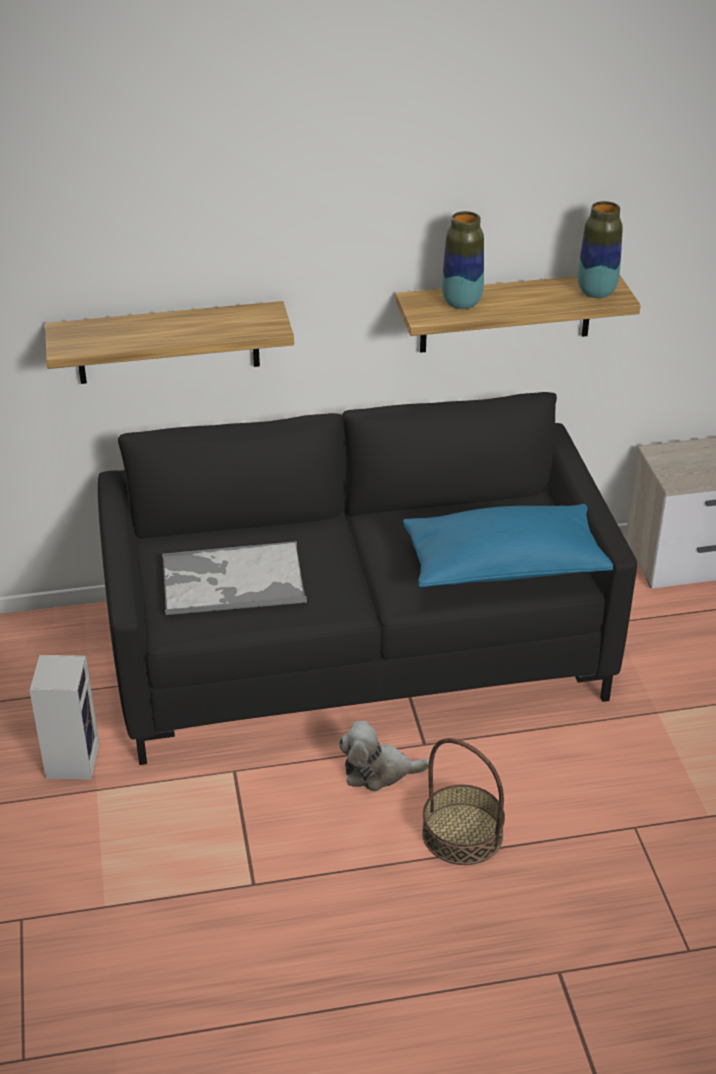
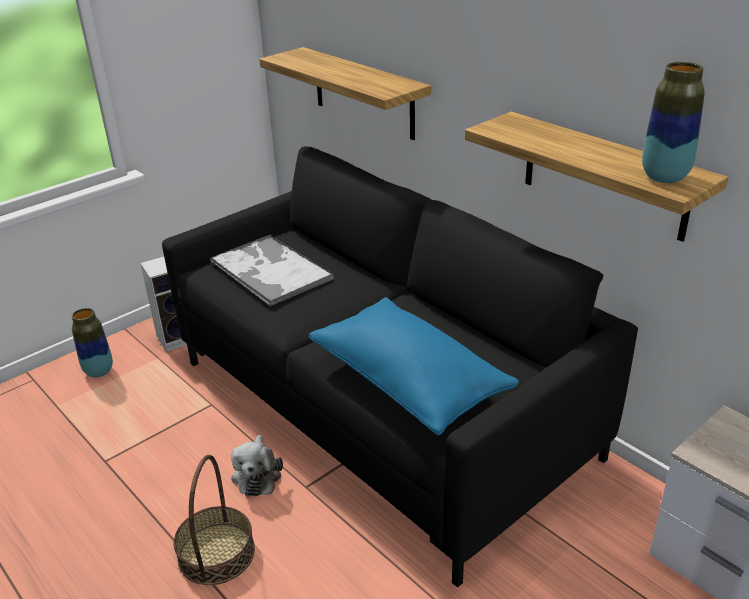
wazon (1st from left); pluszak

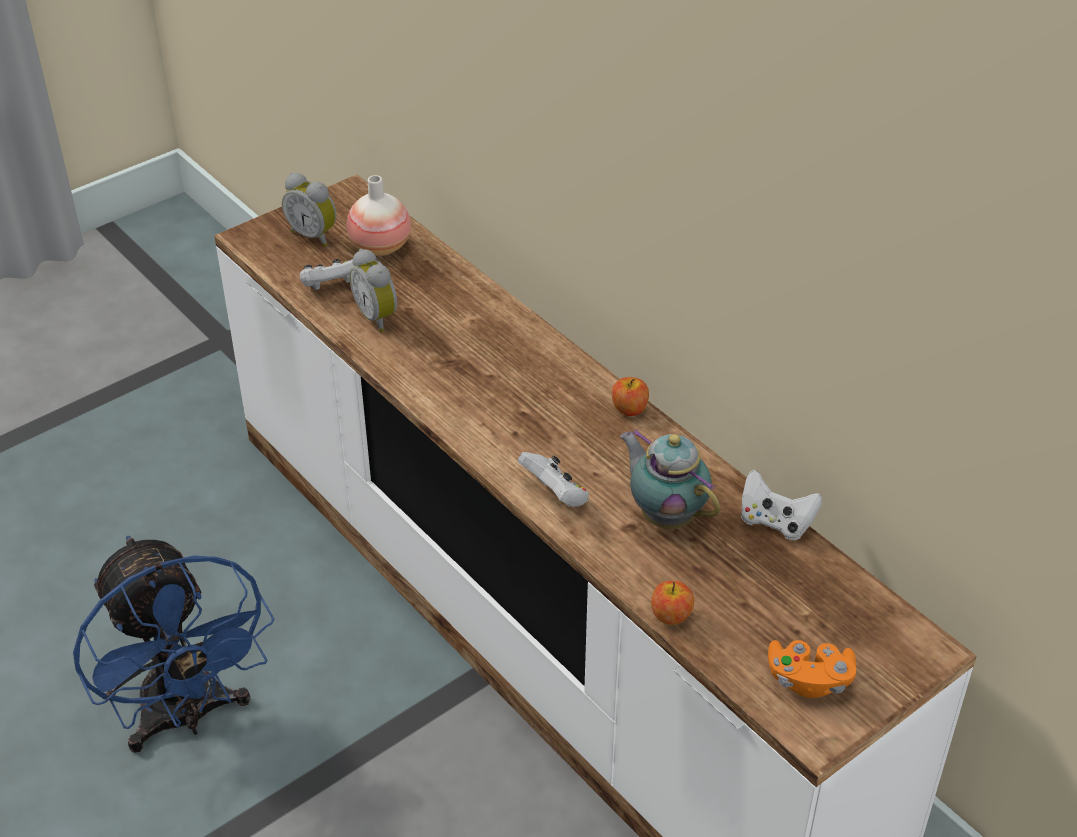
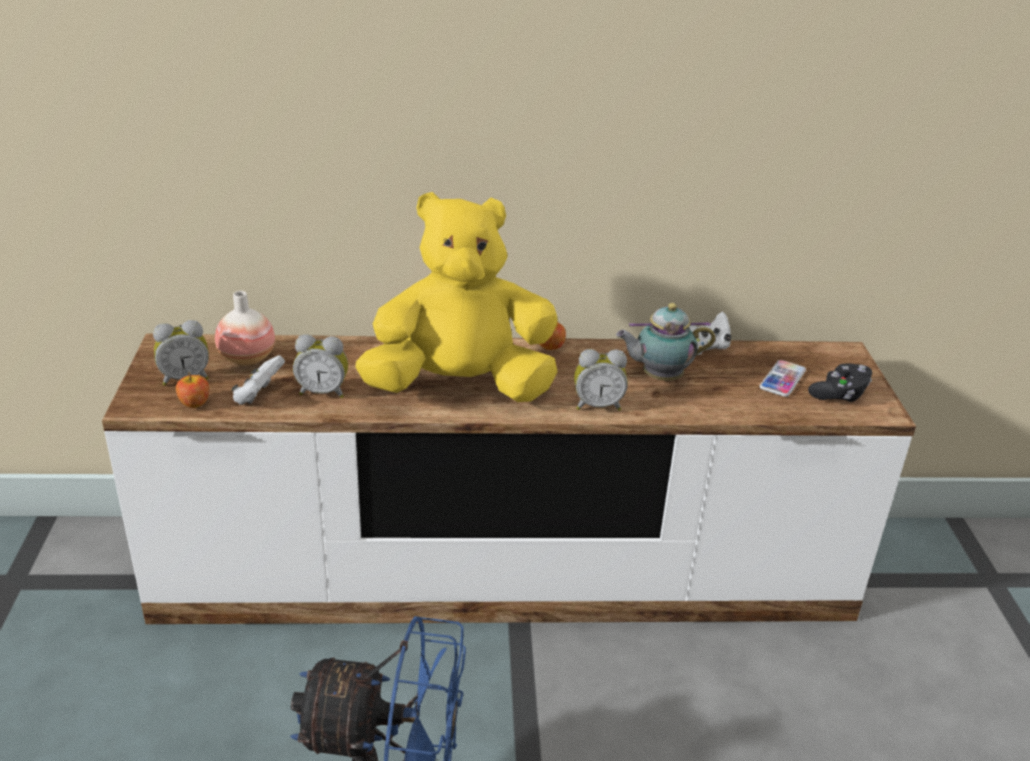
pluszak (żółty); telefon; jabłko (1st from left); budzik (3rd from left); pad do gier (czarny)

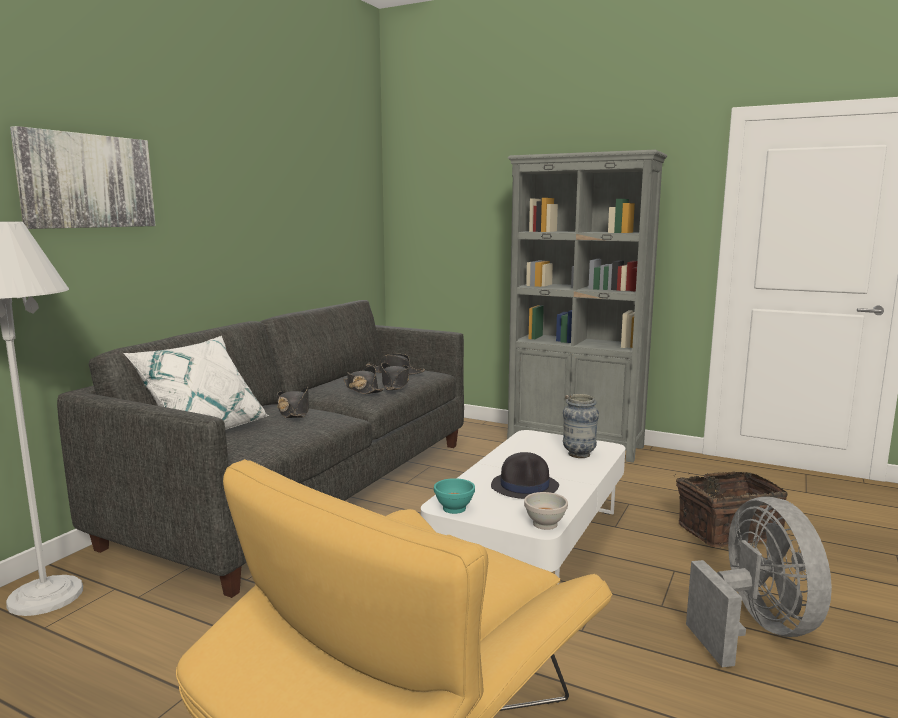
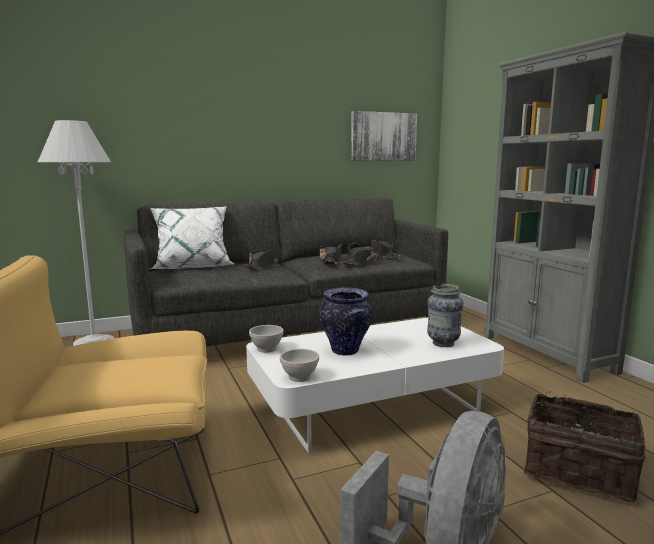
obraz; wazon (1st from left); miska (biały) (1st from left)

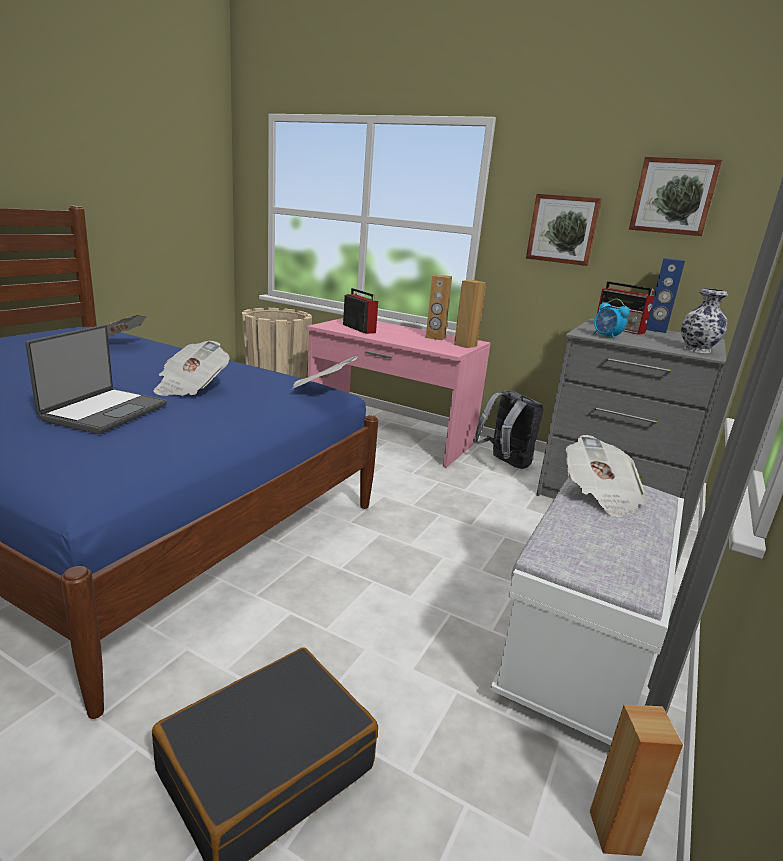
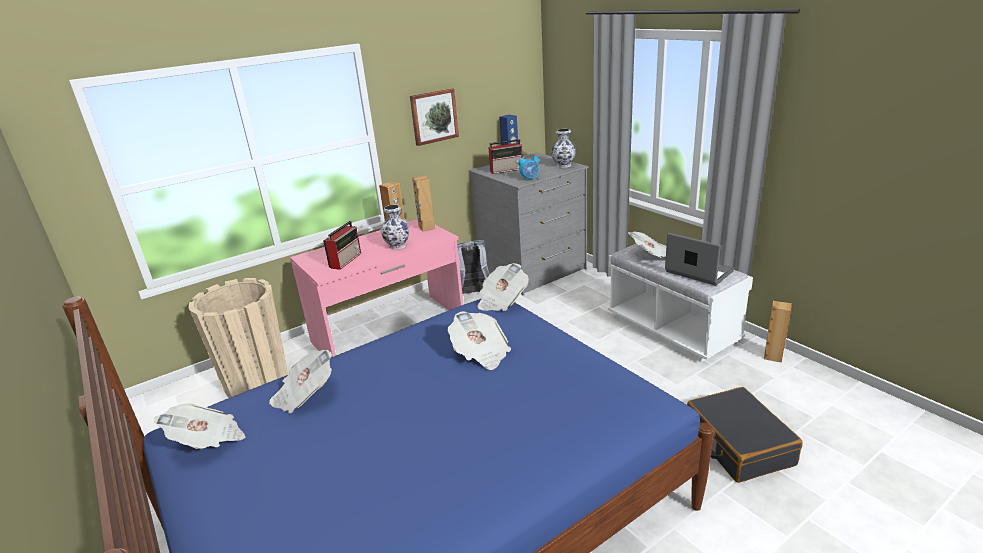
obraz (2nd from left in the first image); gazeta (1st from left); wazon (1st from left); laptop; radio (1st from left)

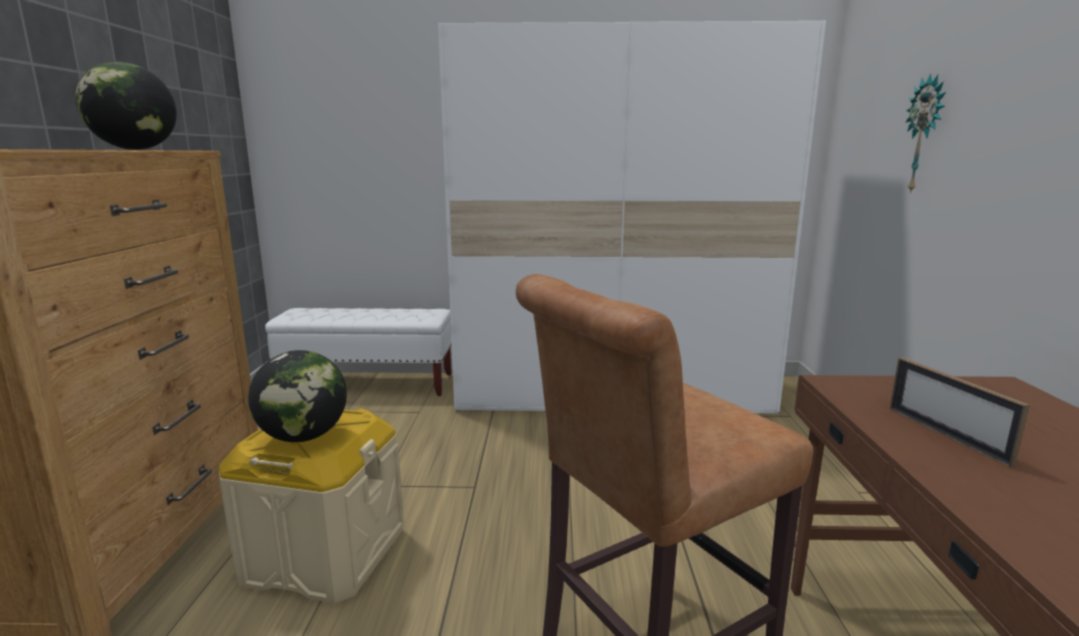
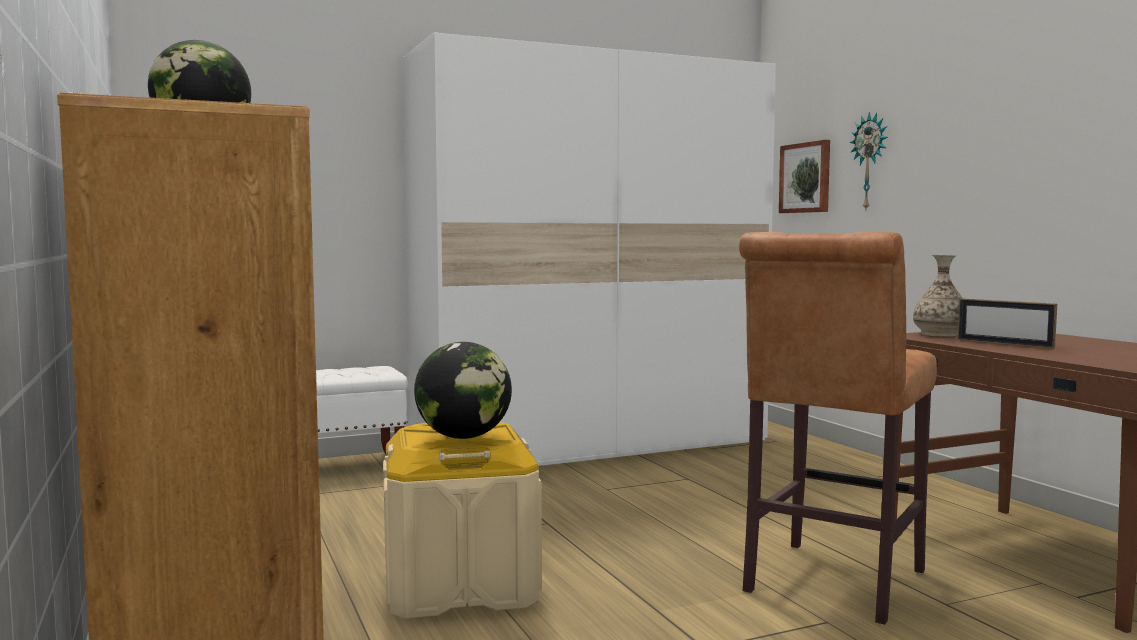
obraz; wazon

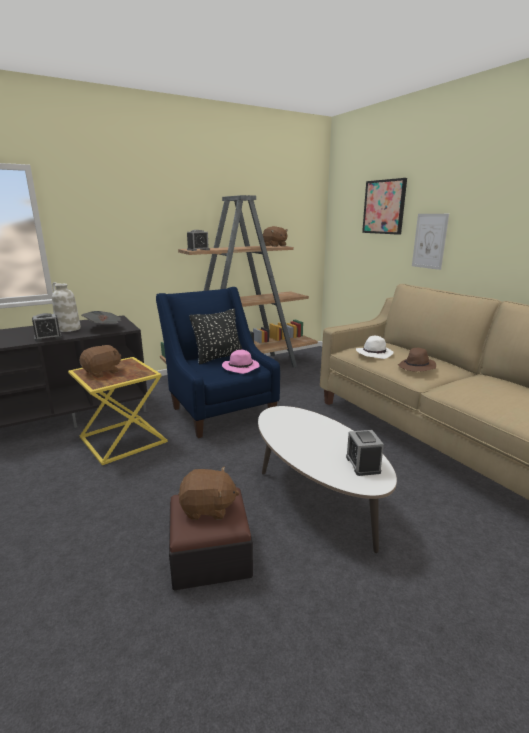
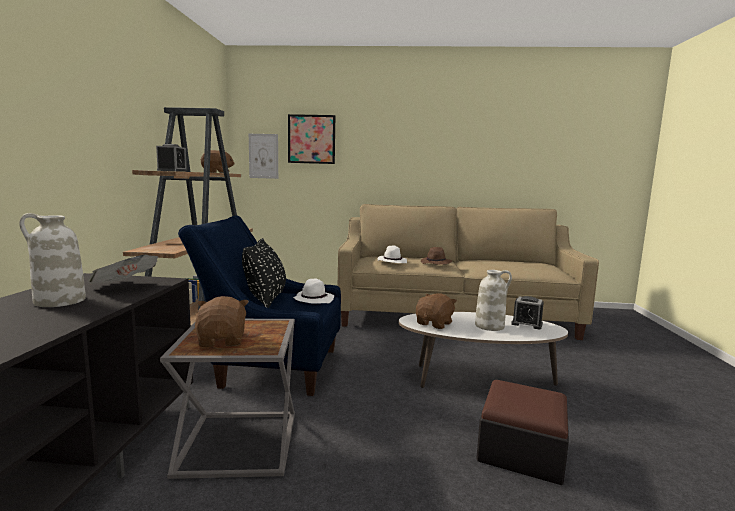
budzik (1st from left in the first image); wazon (biały) (2nd from left); pluszak (brązowy) (3rd from left); obraz (1st from left); stolik (szary); kapelusz (biały) (1st from left)

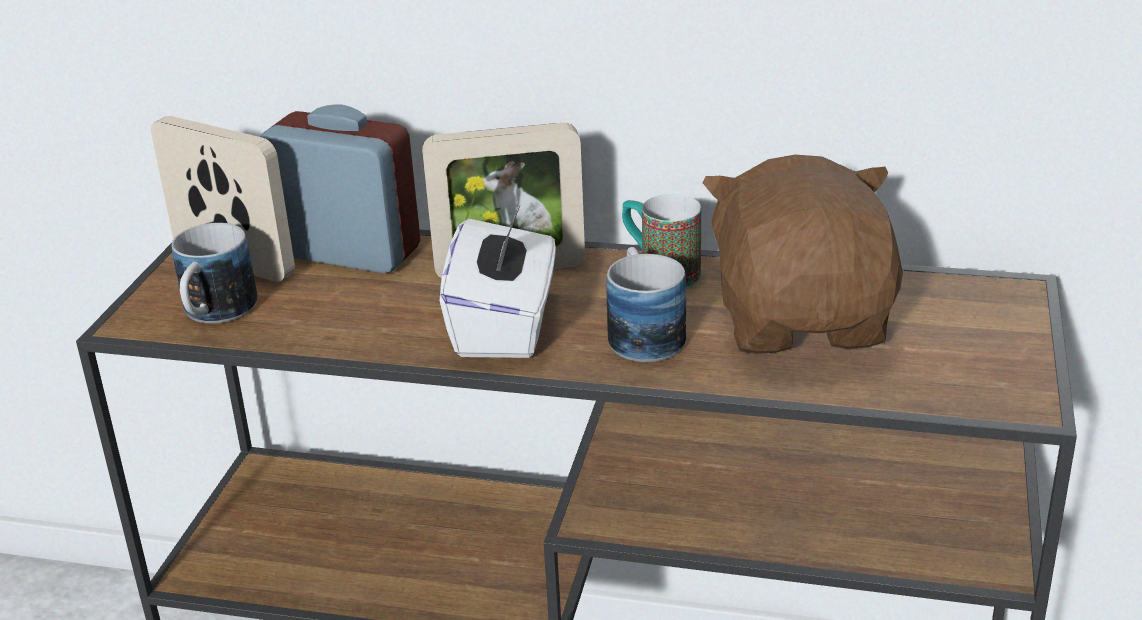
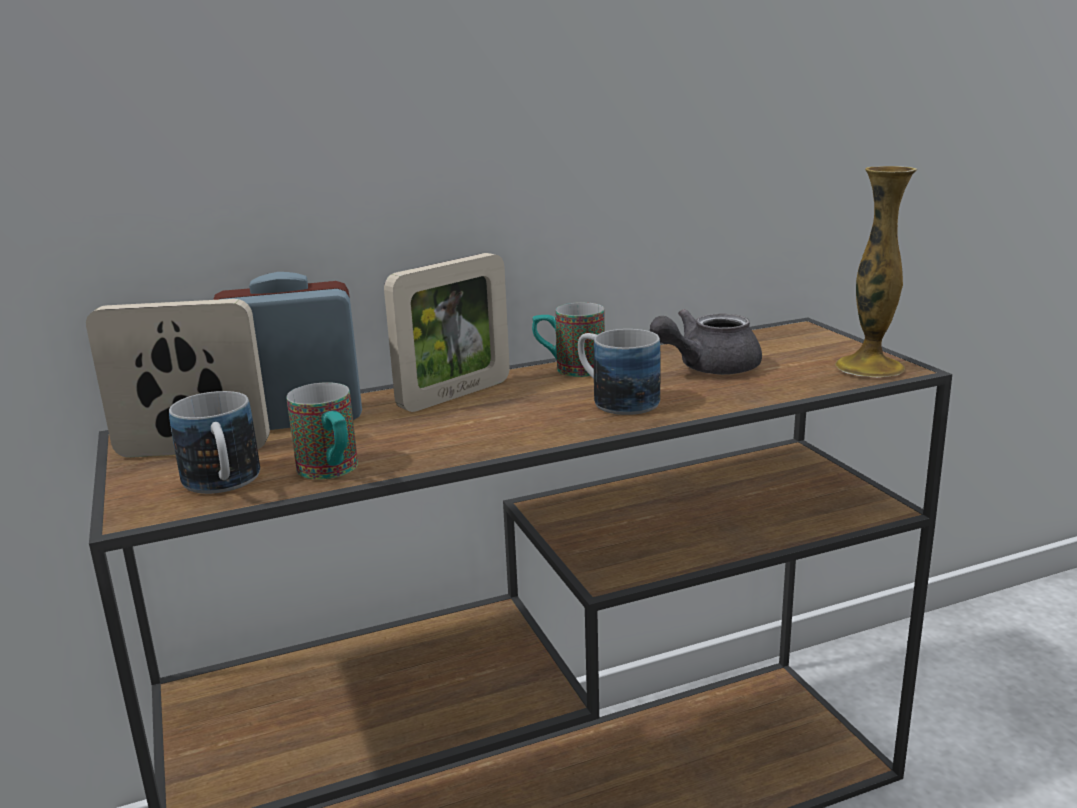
pudełko chusteczek (biały); kubek (2nd from left); wazon; imbryk (szary)

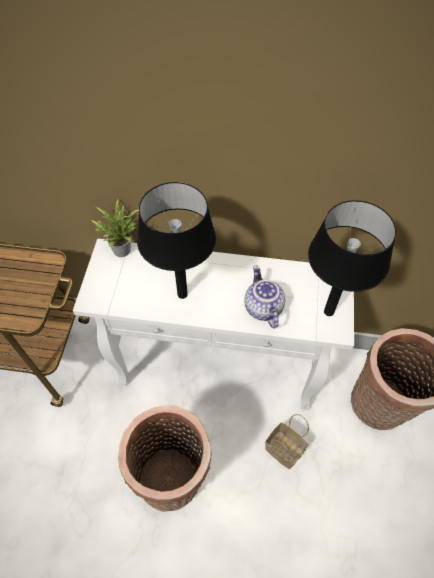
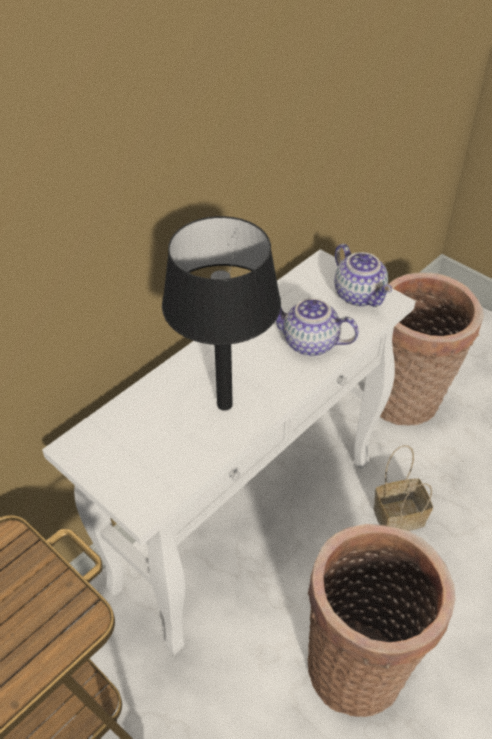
roślina doniczkowa; imbryk (2nd from left)

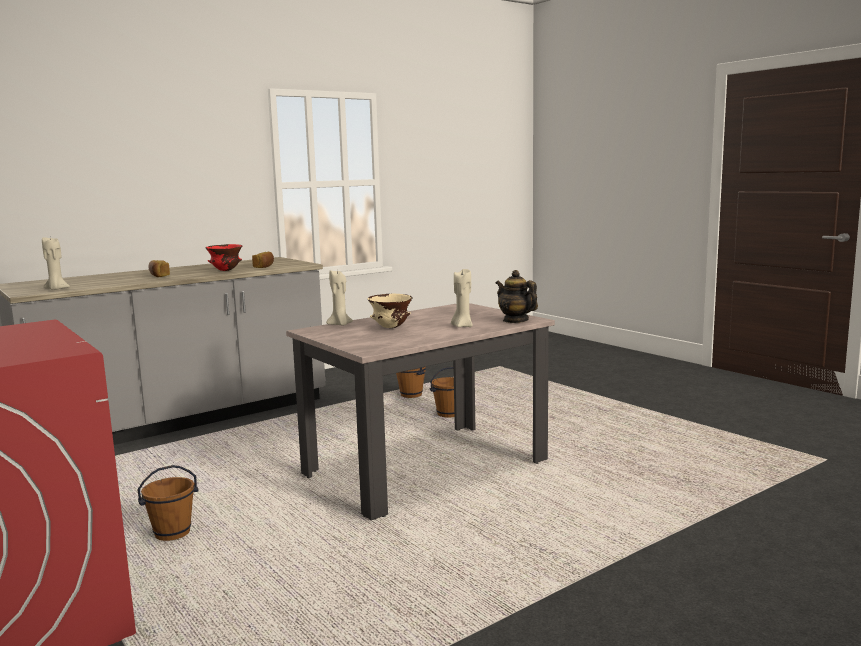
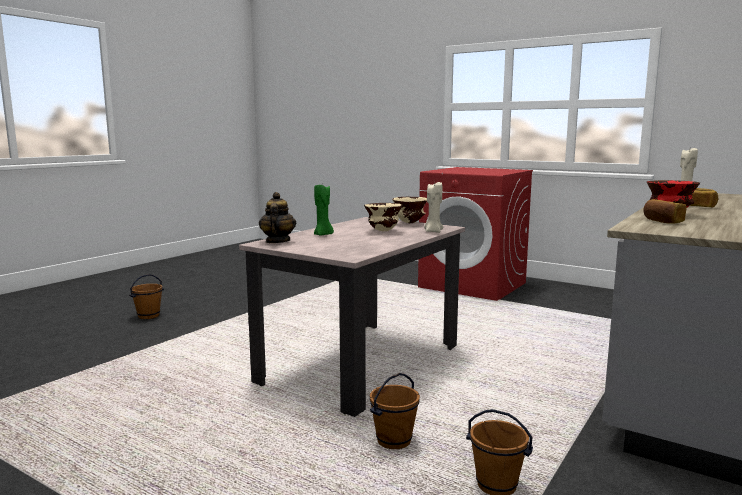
miska (beżowy) (2nd from left); wiadro (brązowy) (1st from left); świeca (zielony); imbryk

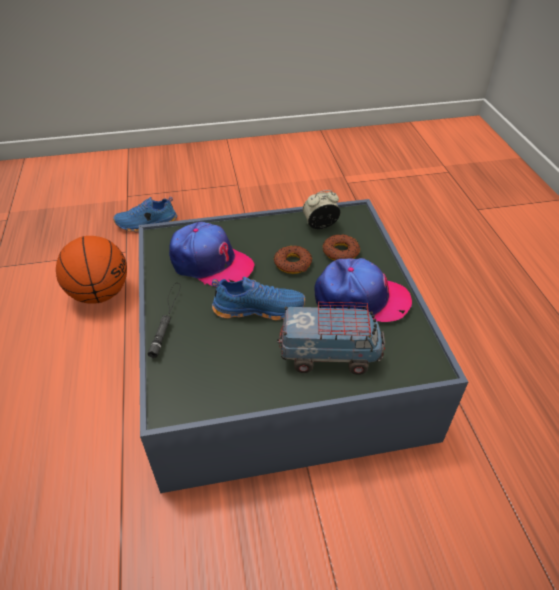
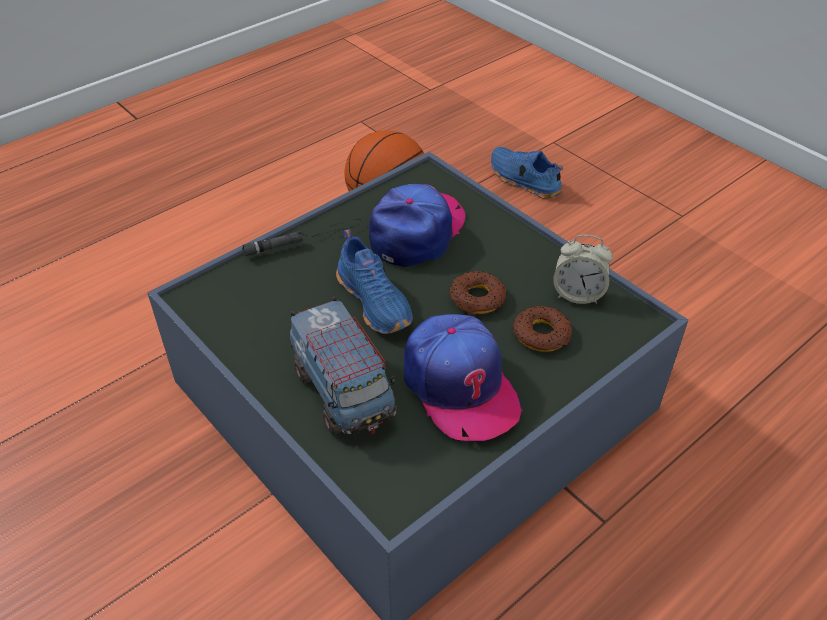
czapka z daszkiem (1st from left); budzik

